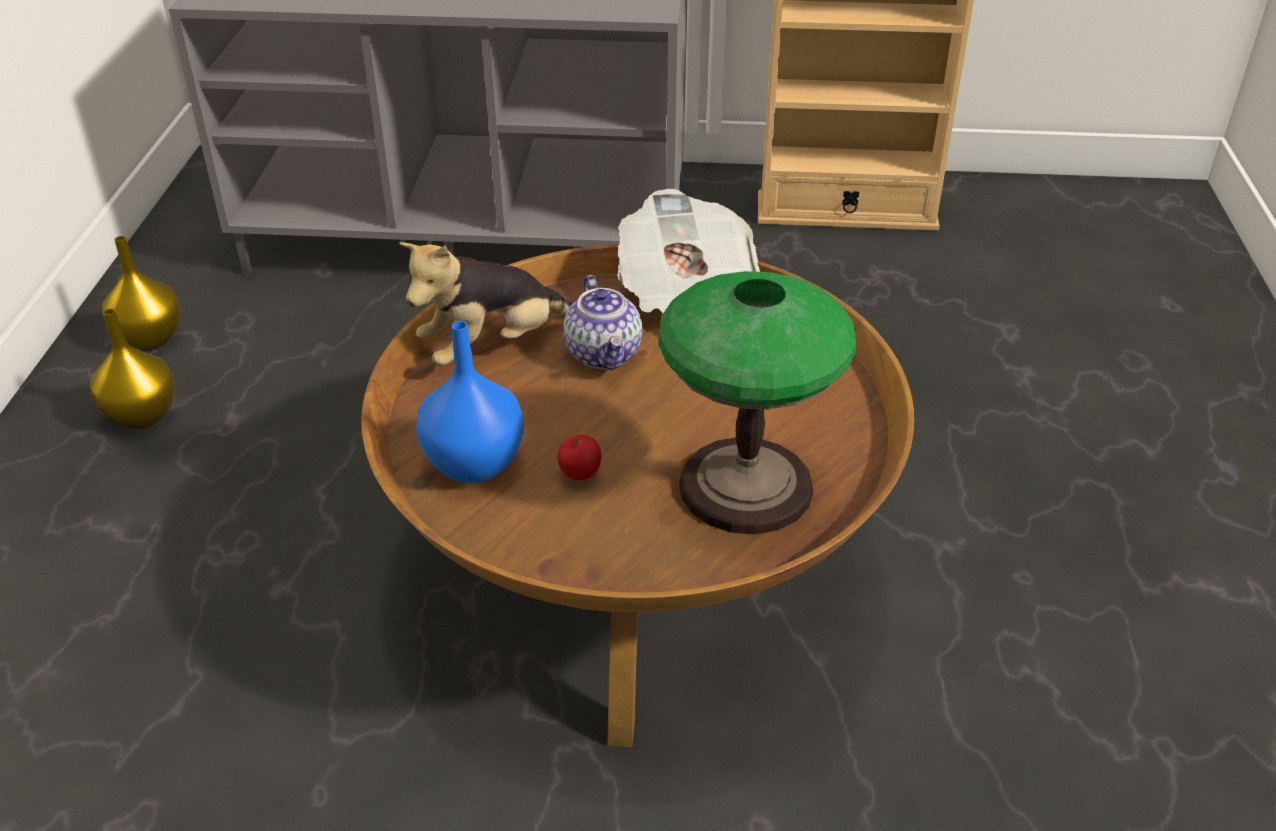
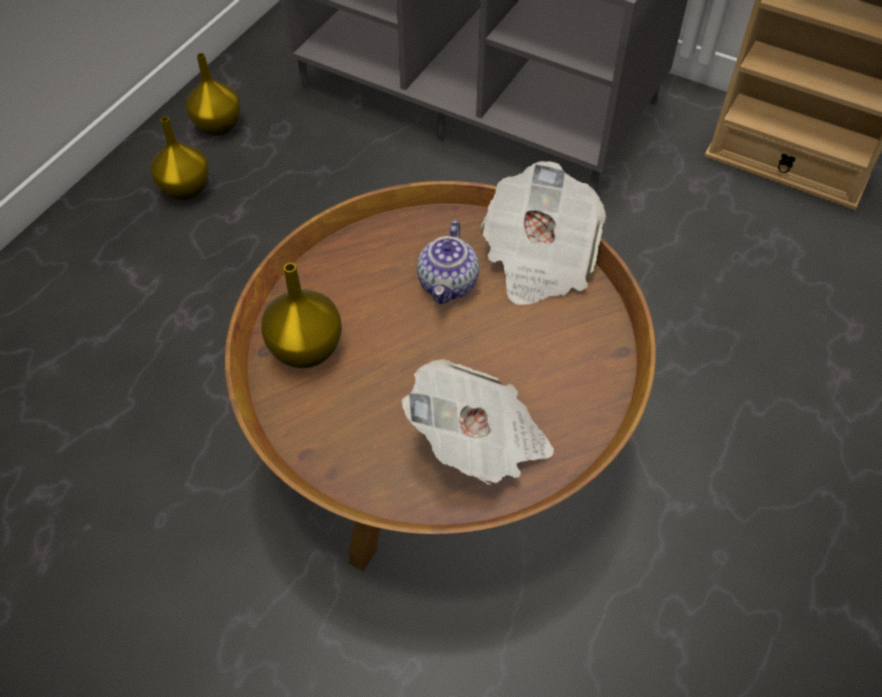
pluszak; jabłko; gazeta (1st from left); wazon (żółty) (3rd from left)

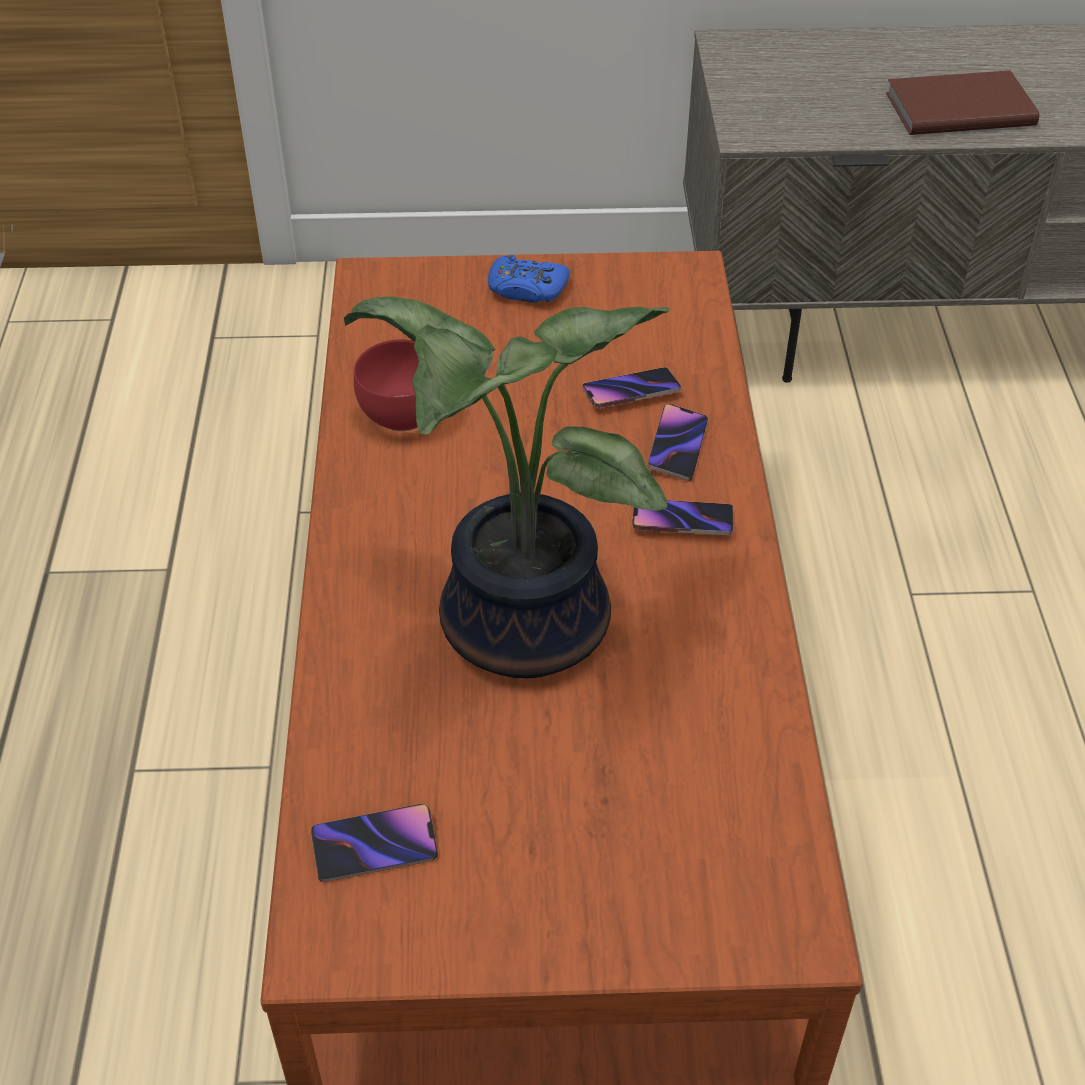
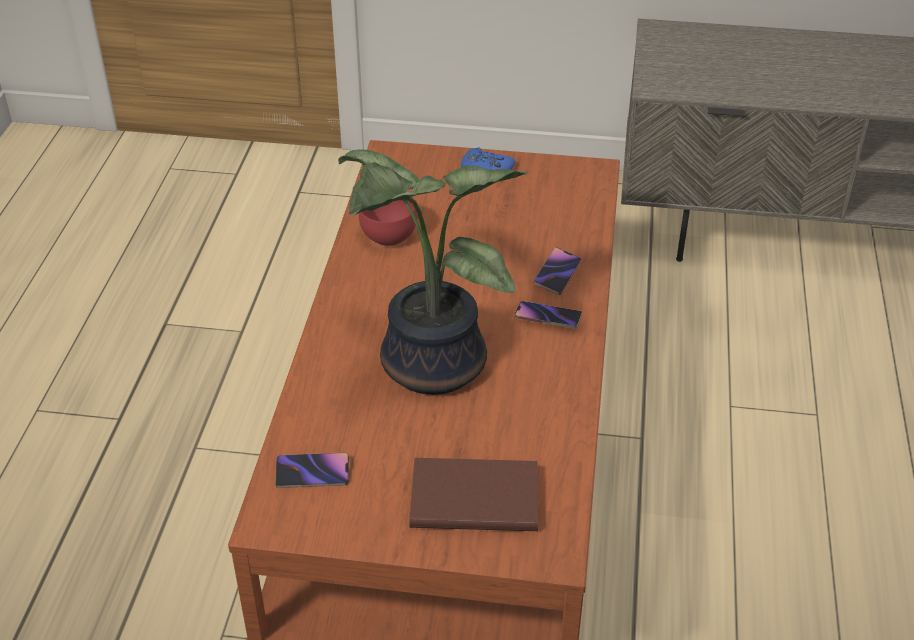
telefon (2nd from left in the first image); książka (brązowy)

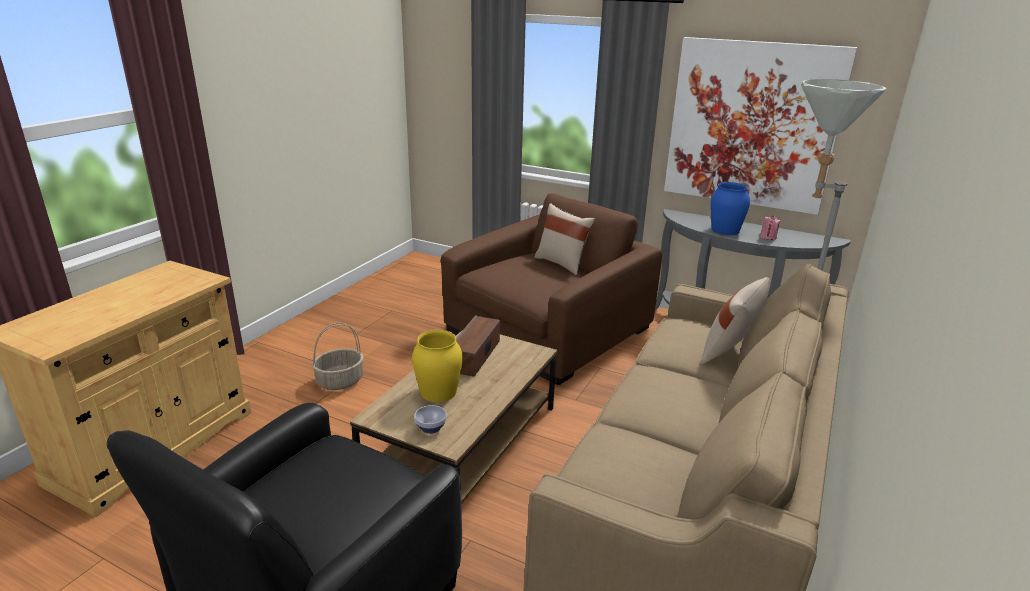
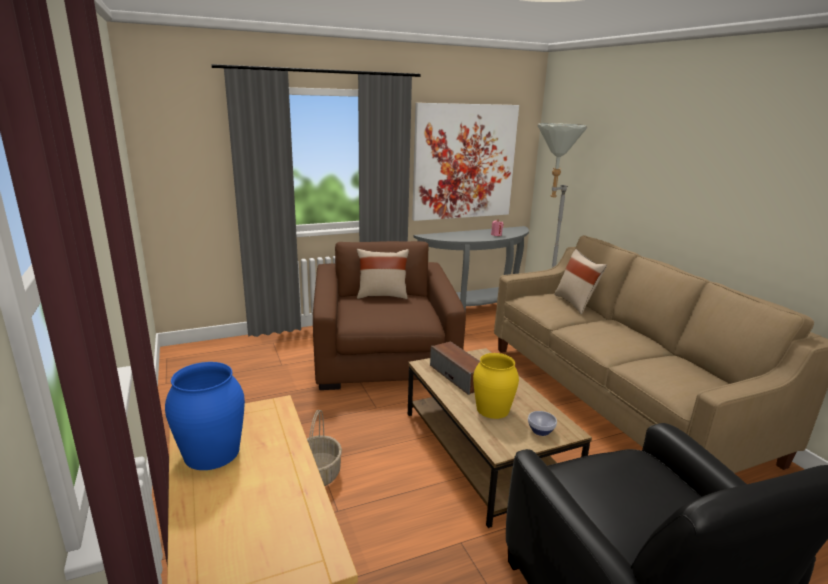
wazon (niebieski)

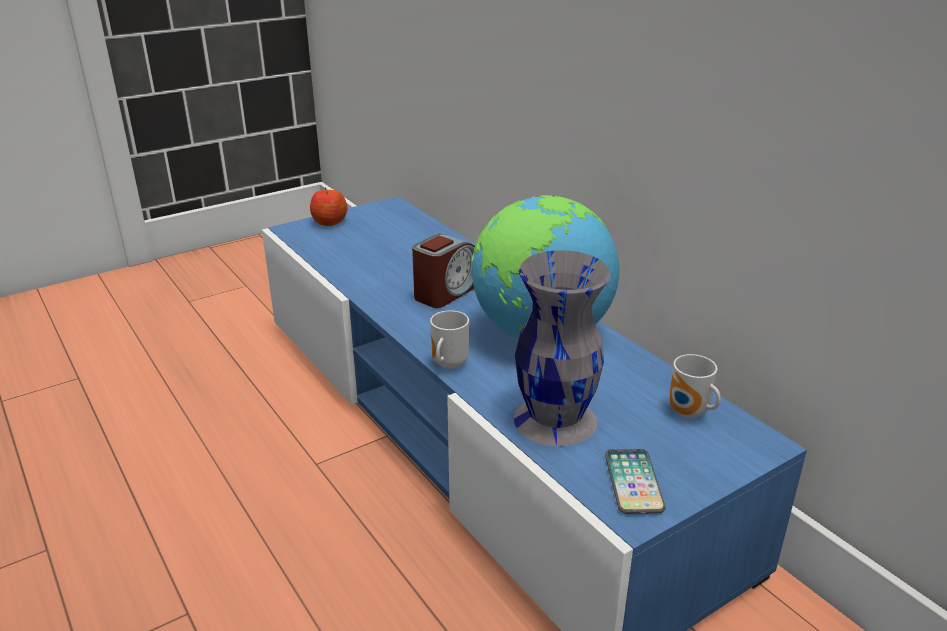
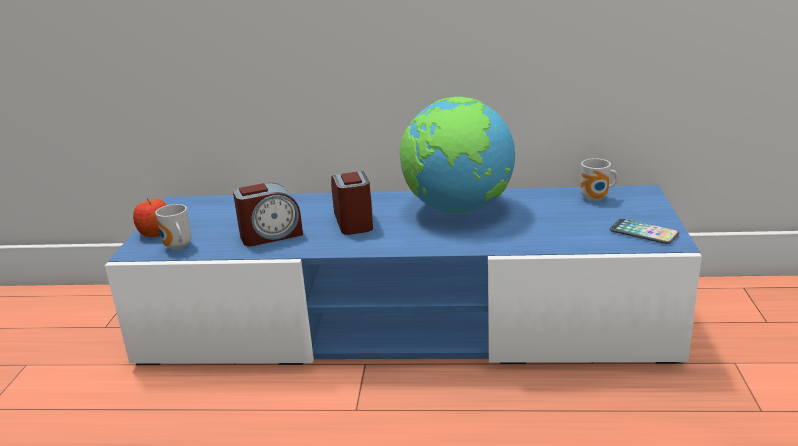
wazon (szary); budzik (1st from left); kubek (1st from left)

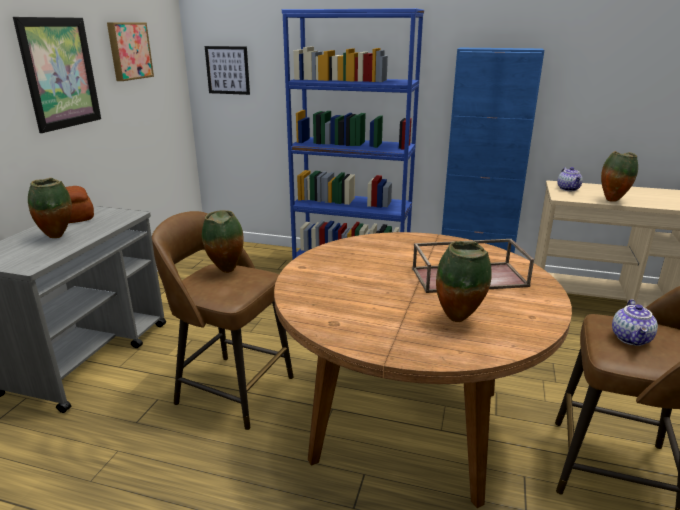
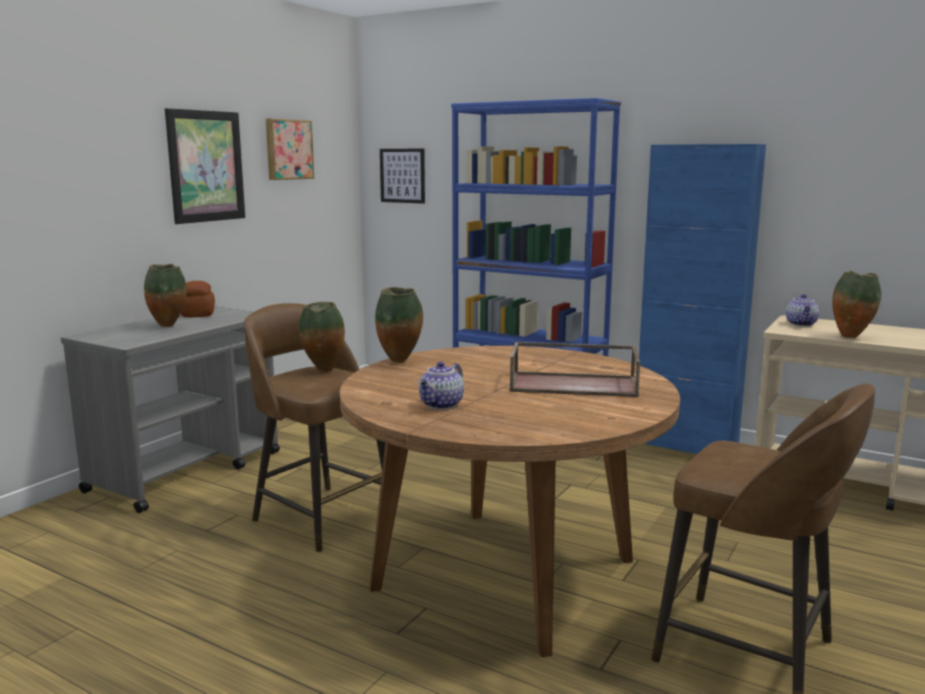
wazon (3rd from left); imbryk (1st from left)

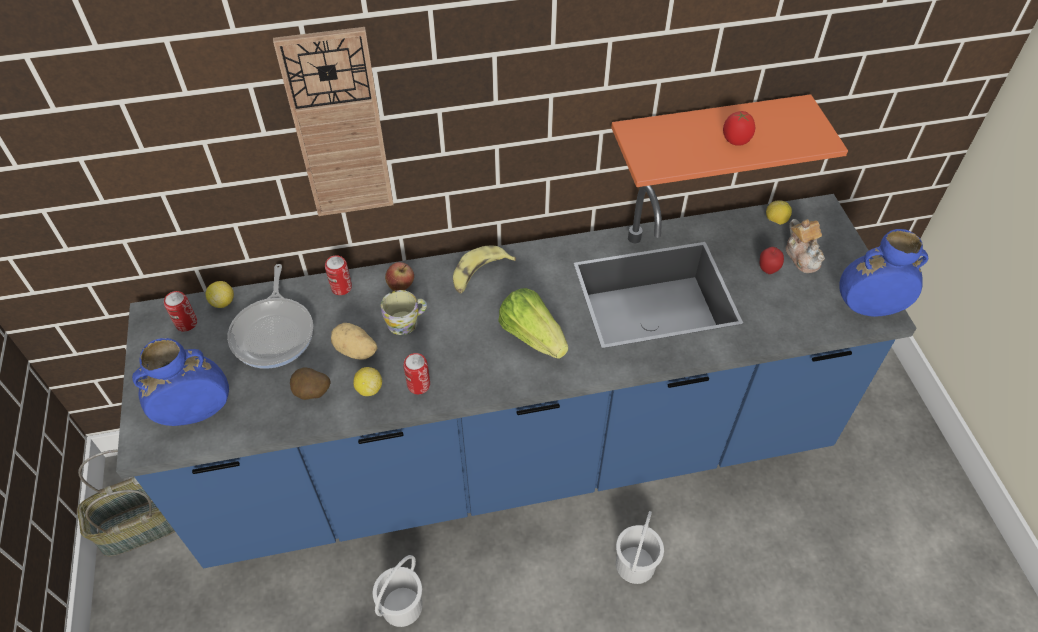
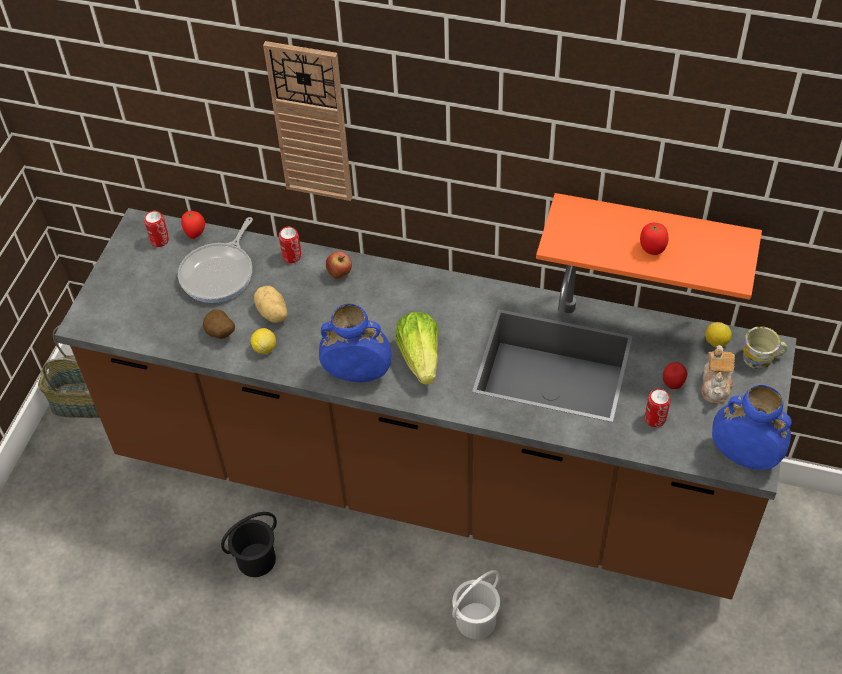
banan; wazon (niebieski) (1st from left); kubek; puszka (3rd from left); pomidor (1st from left); zabudowa kuchenna (brązowy); wiadro (czarny)

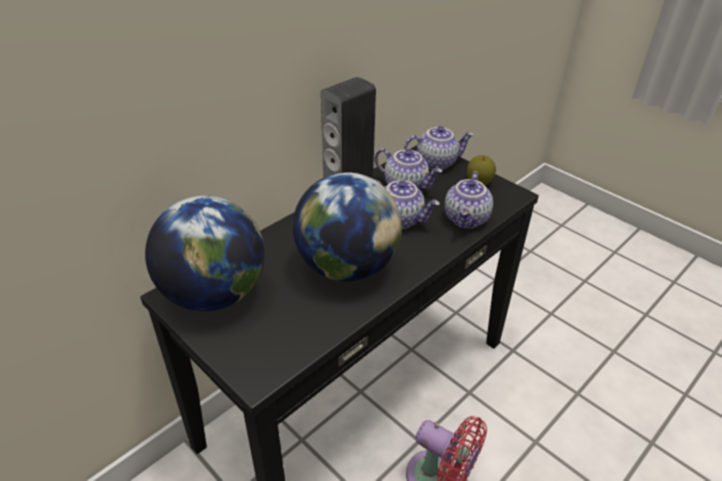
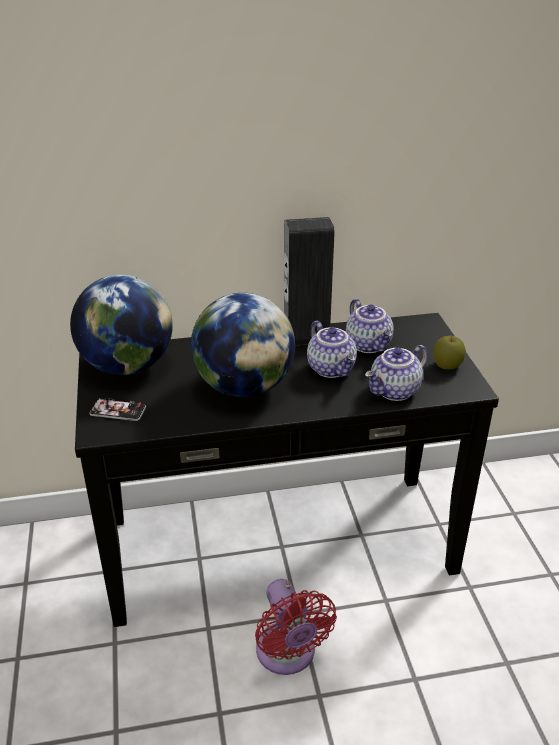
imbryk (3rd from left in the first image); telefon

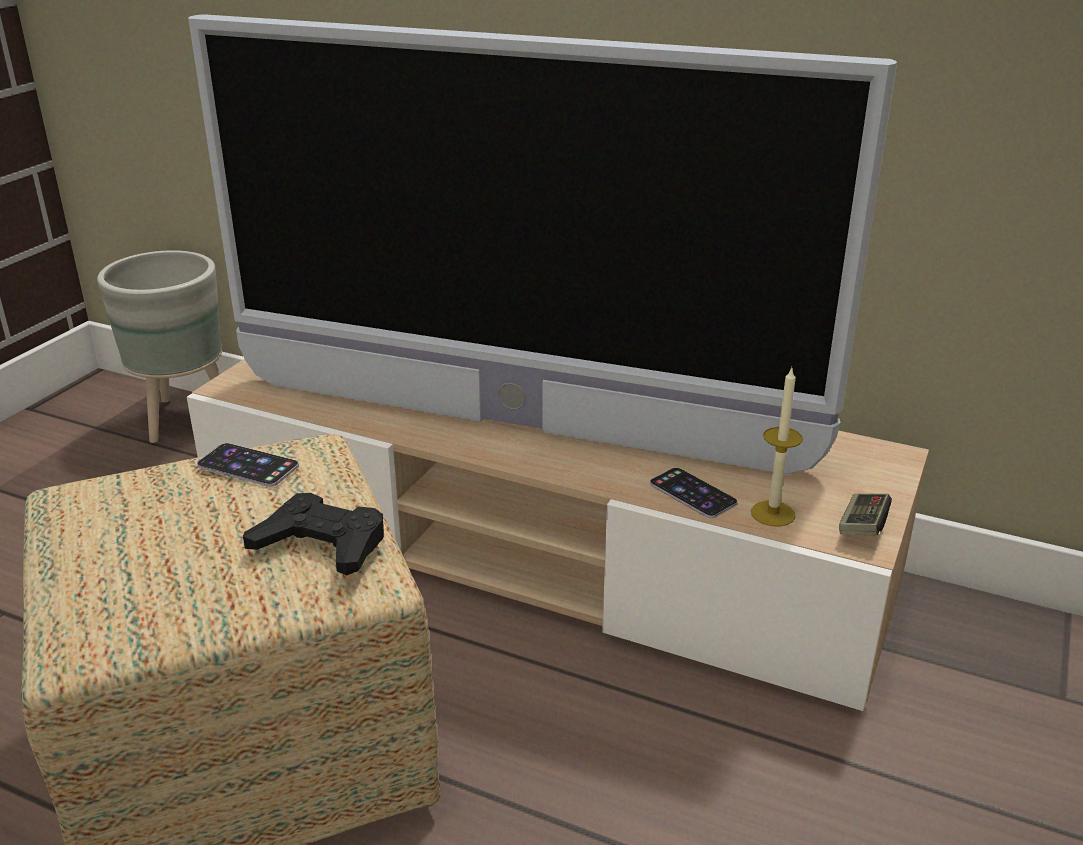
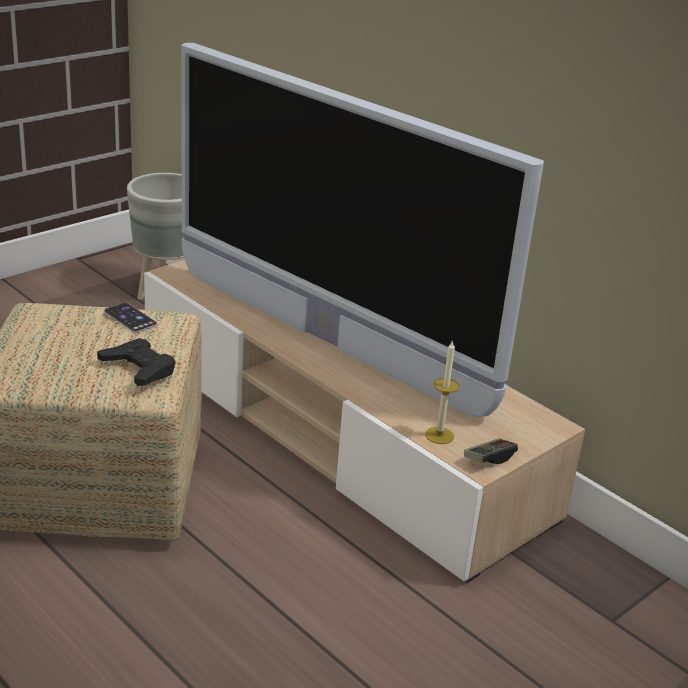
telefon (2nd from left in the first image)

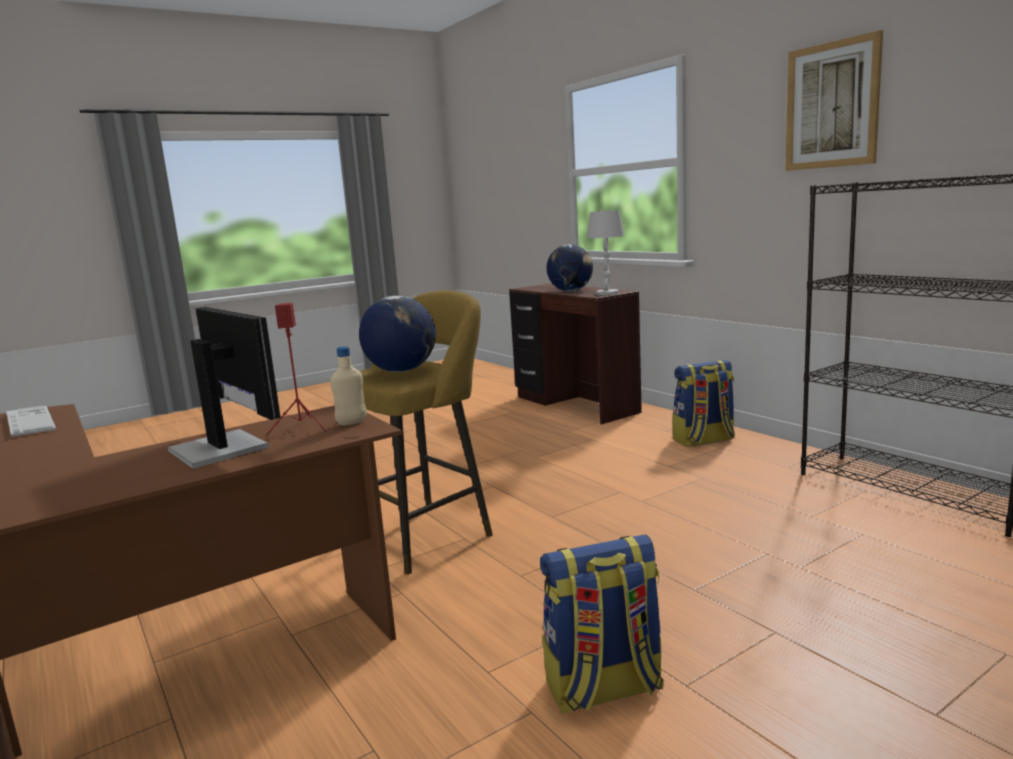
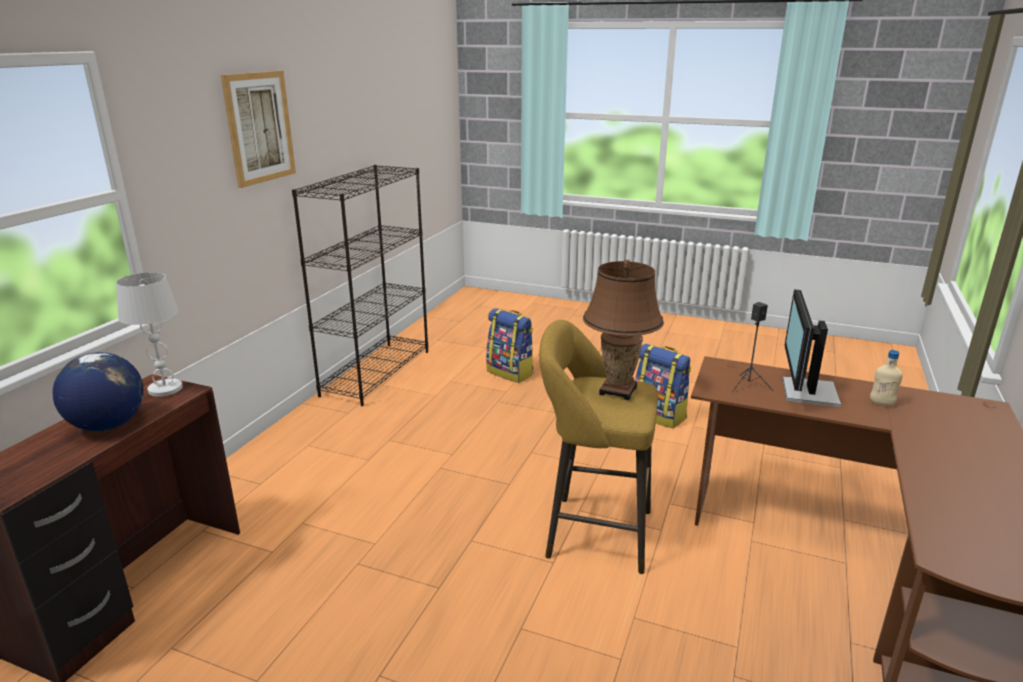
klawiatura; butelka (beżowy); plecak (1st from left); lampa stołowa (brązowy); głośnik (czarny)

